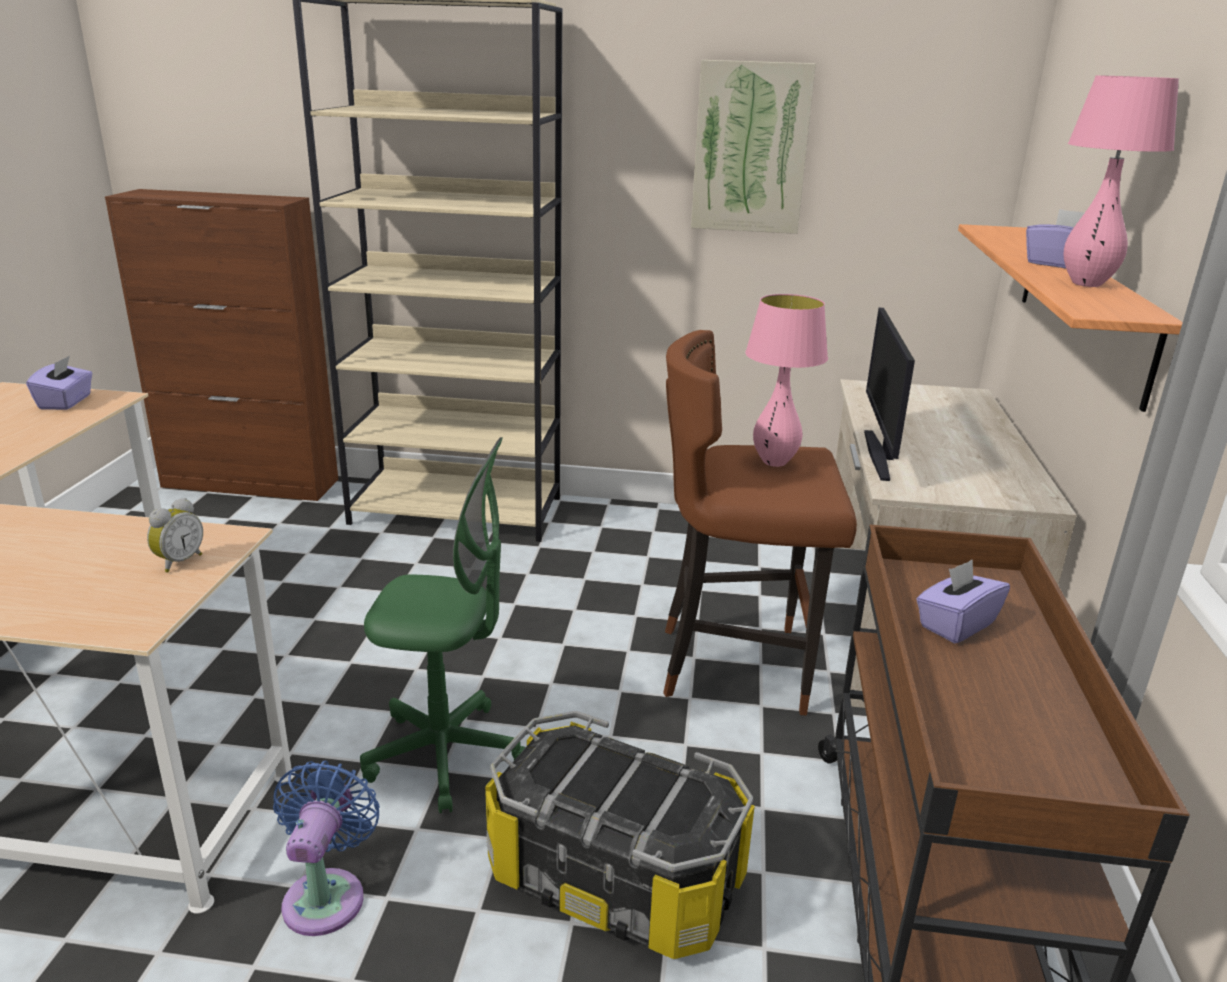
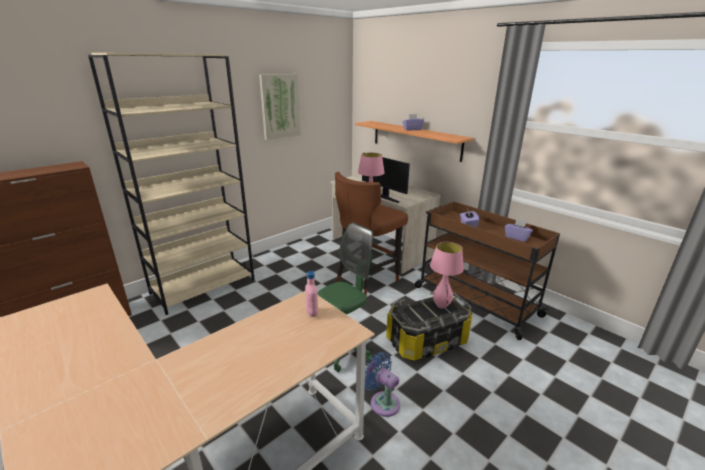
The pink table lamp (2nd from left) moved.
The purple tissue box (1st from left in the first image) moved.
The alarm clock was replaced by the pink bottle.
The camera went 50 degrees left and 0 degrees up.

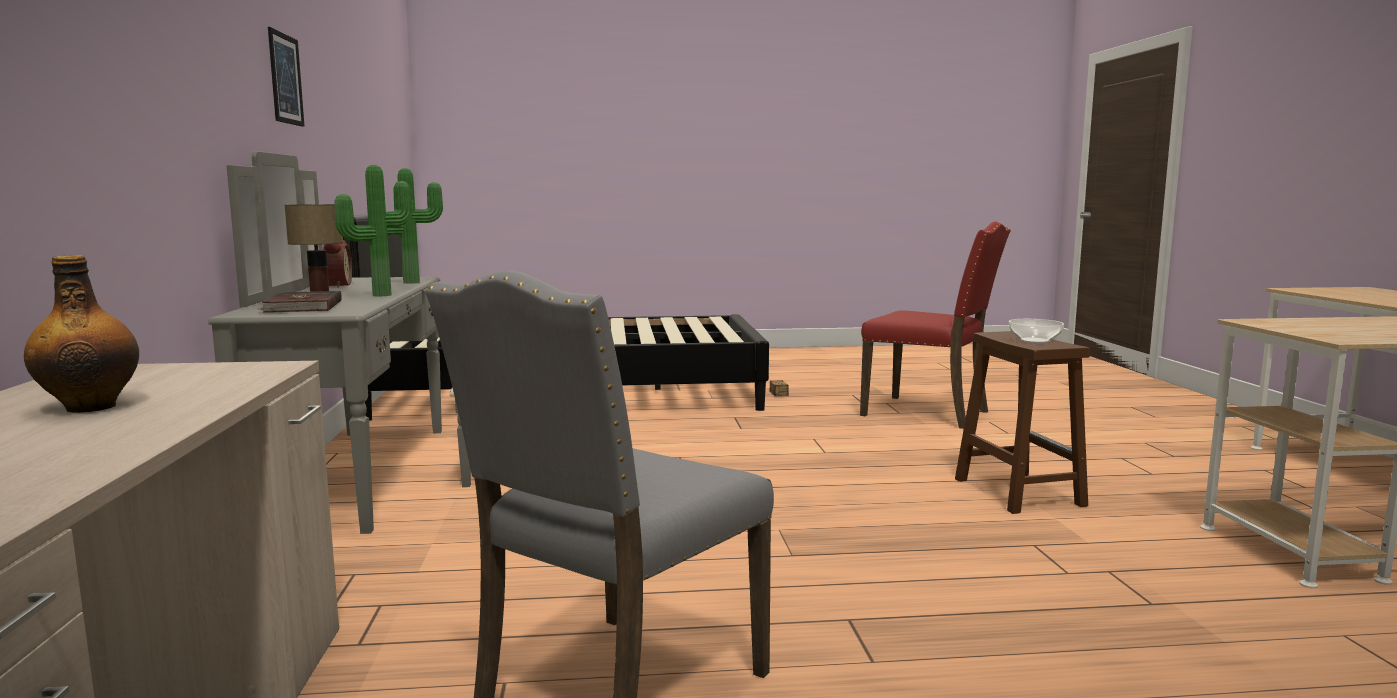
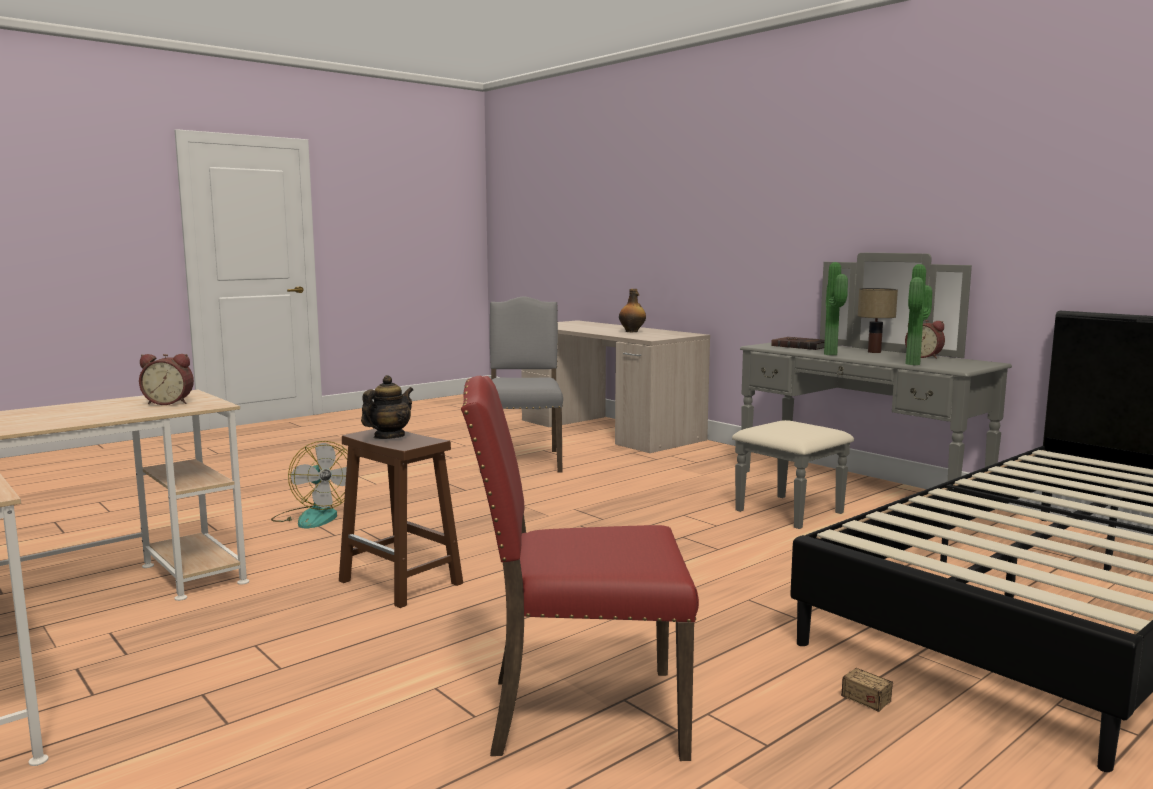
The picture disappeared.
The bowl was replaced by the teapot.
The alarm clock (1st from left) appeared.
The fan appeared.
The camera went 145 degrees right and 0 degrees up.

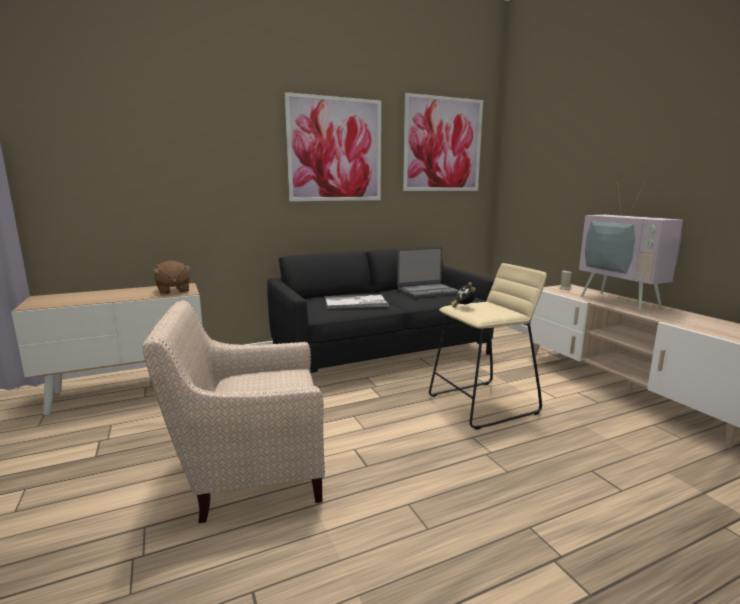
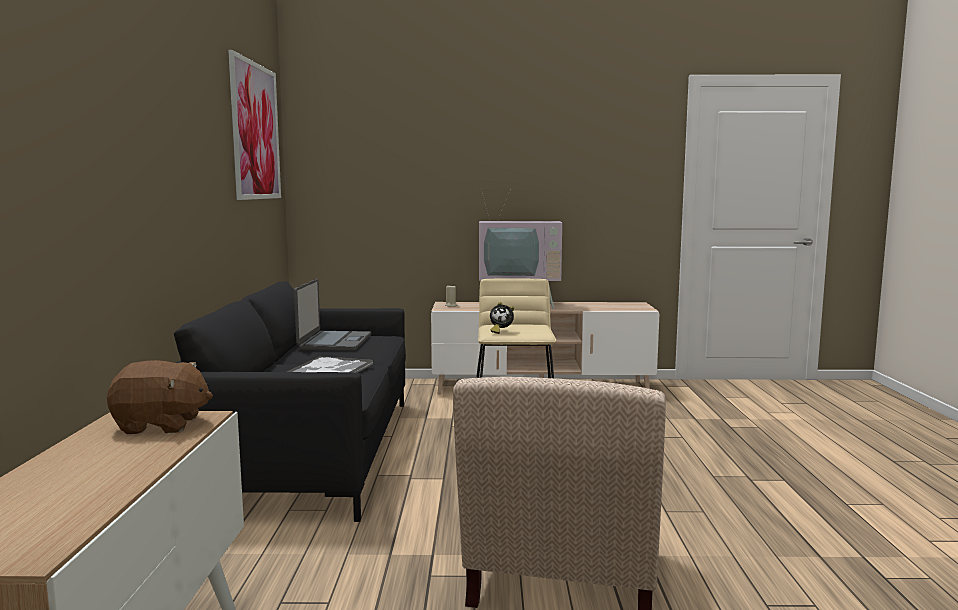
The picture (1st from left) disappeared.
The camera went 65 degrees left and 5 degrees down.

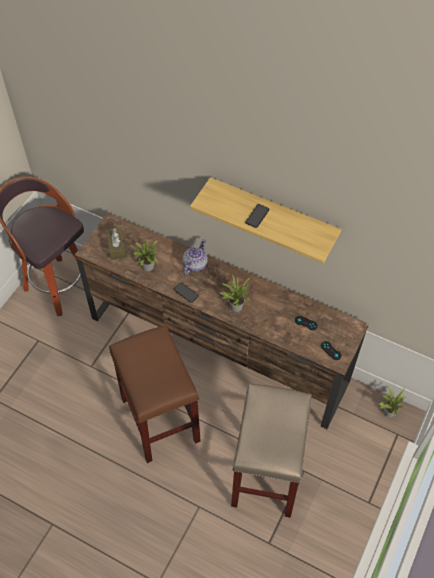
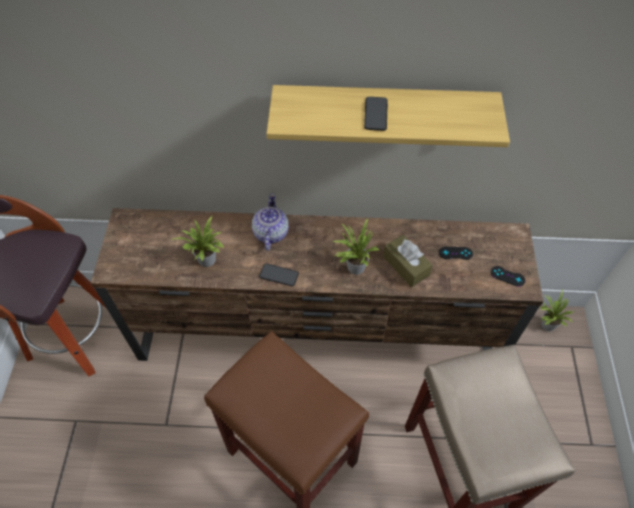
The brown tissue box moved.
The camera went 25 degrees left and 0 degrees up.

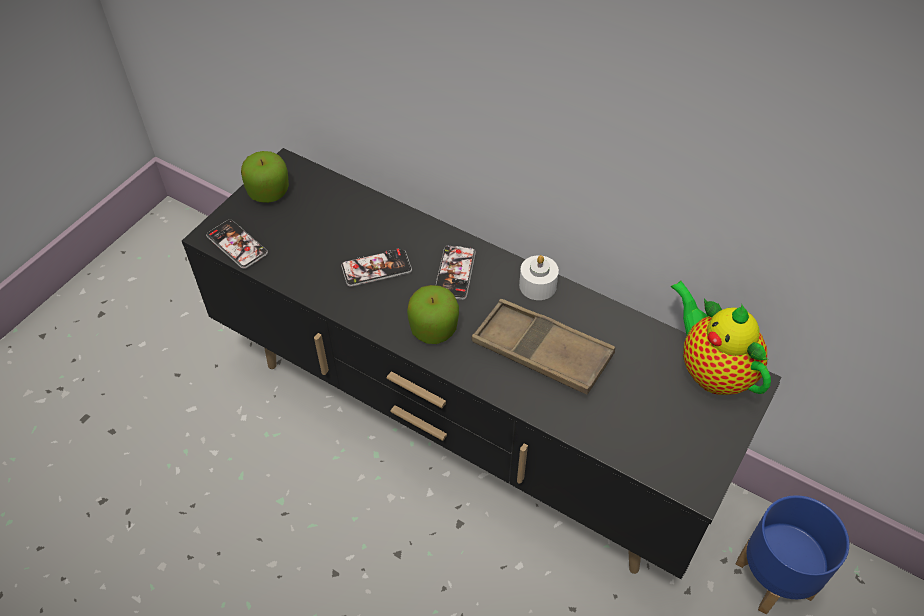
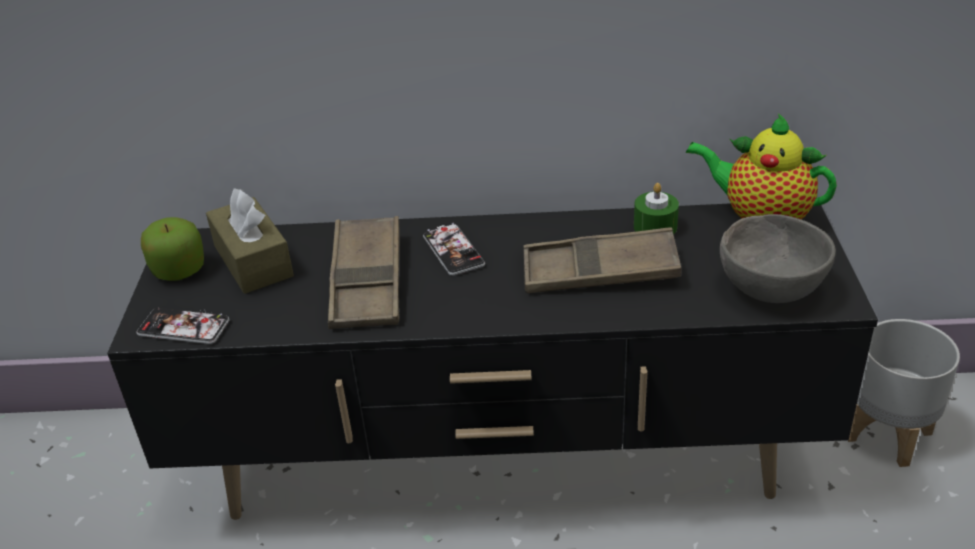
The phone (2nd from left) was replaced by the brown tray (1st from left).
The white candle disappeared.
The apple (2nd from left) disappeared.
The blue planter became the grey planter.
The green candle appeared.
The brown tissue box appeared.
The grey bowl appeared.
The camera went 30 degrees left and 15 degrees down.

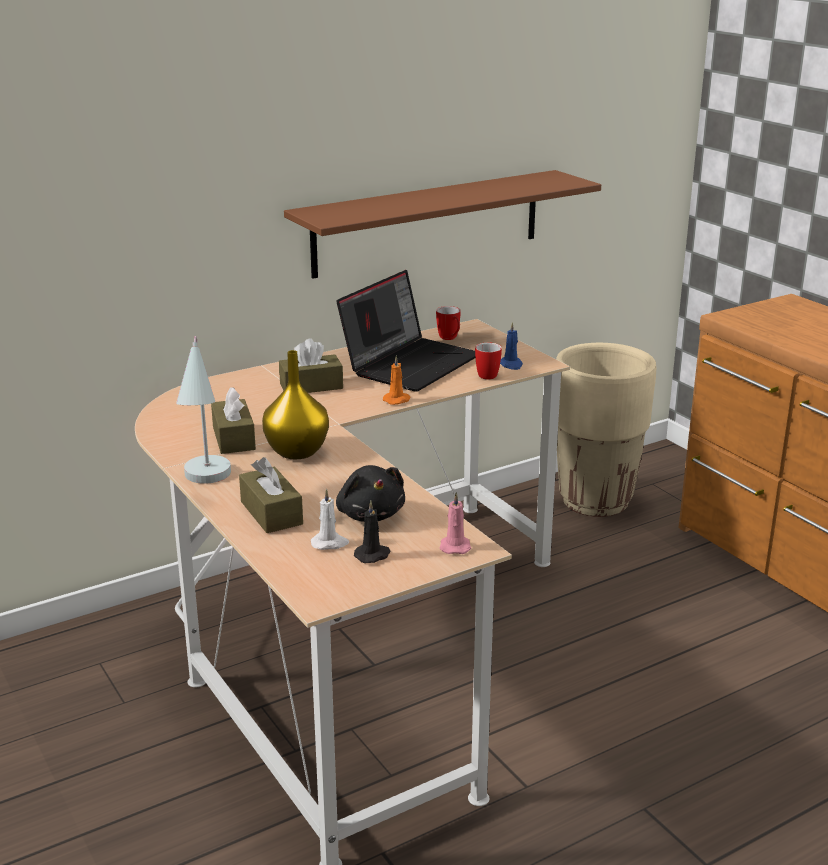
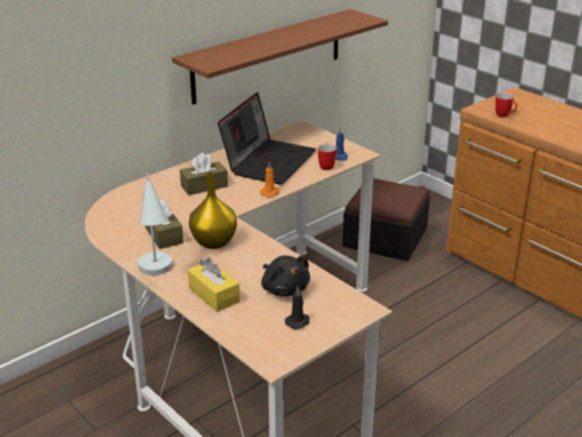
The mug (1st from left in the first image) moved.
The beige planter was replaced by the ottoman.
The brown tissue box (2nd from left) became the yellow tissue box.
The white candle disappeared.
The pink candle disappeared.
The camera went 10 degrees left and 5 degrees up.

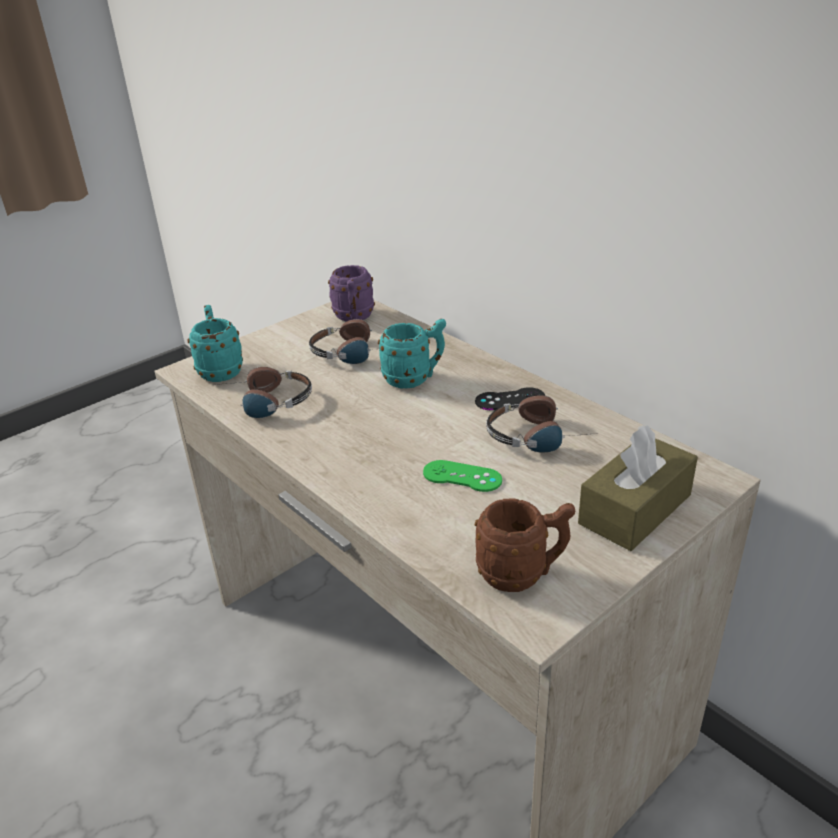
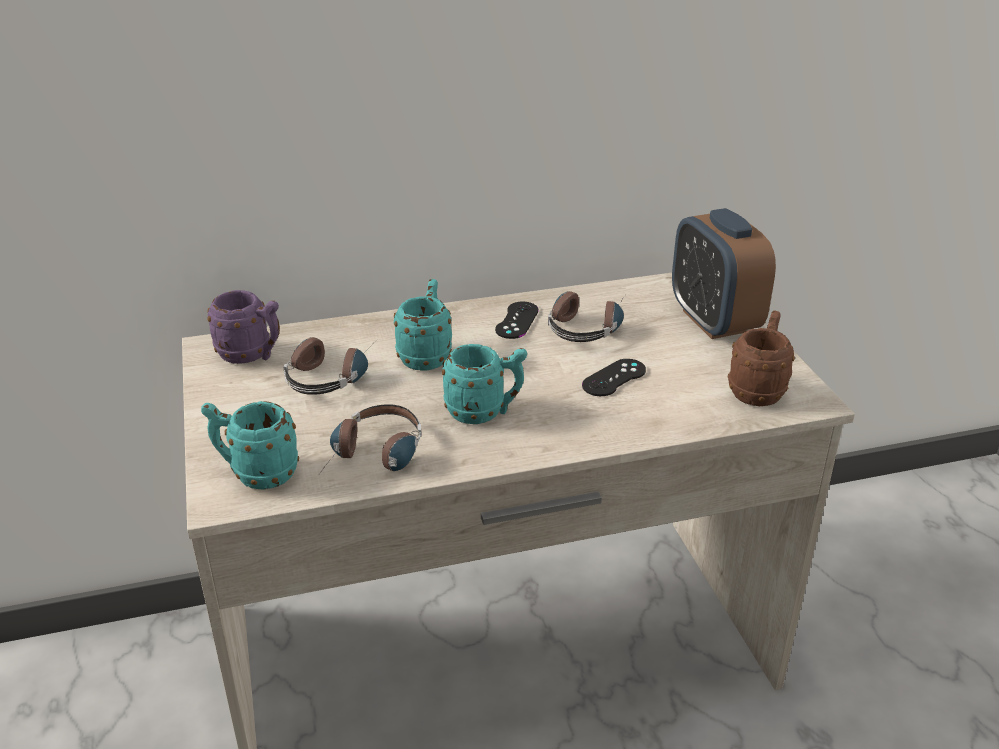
The brown tissue box was replaced by the alarm clock.
The green game controller became the black game controller (2nd from left).
The turquoise mug (3rd from left) appeared.
The camera went 65 degrees left and 0 degrees up.

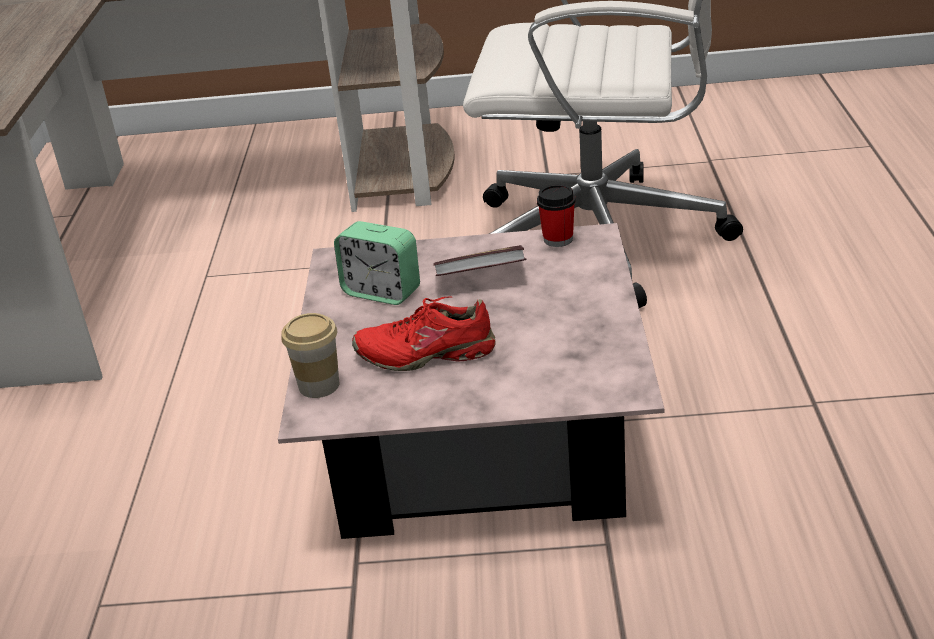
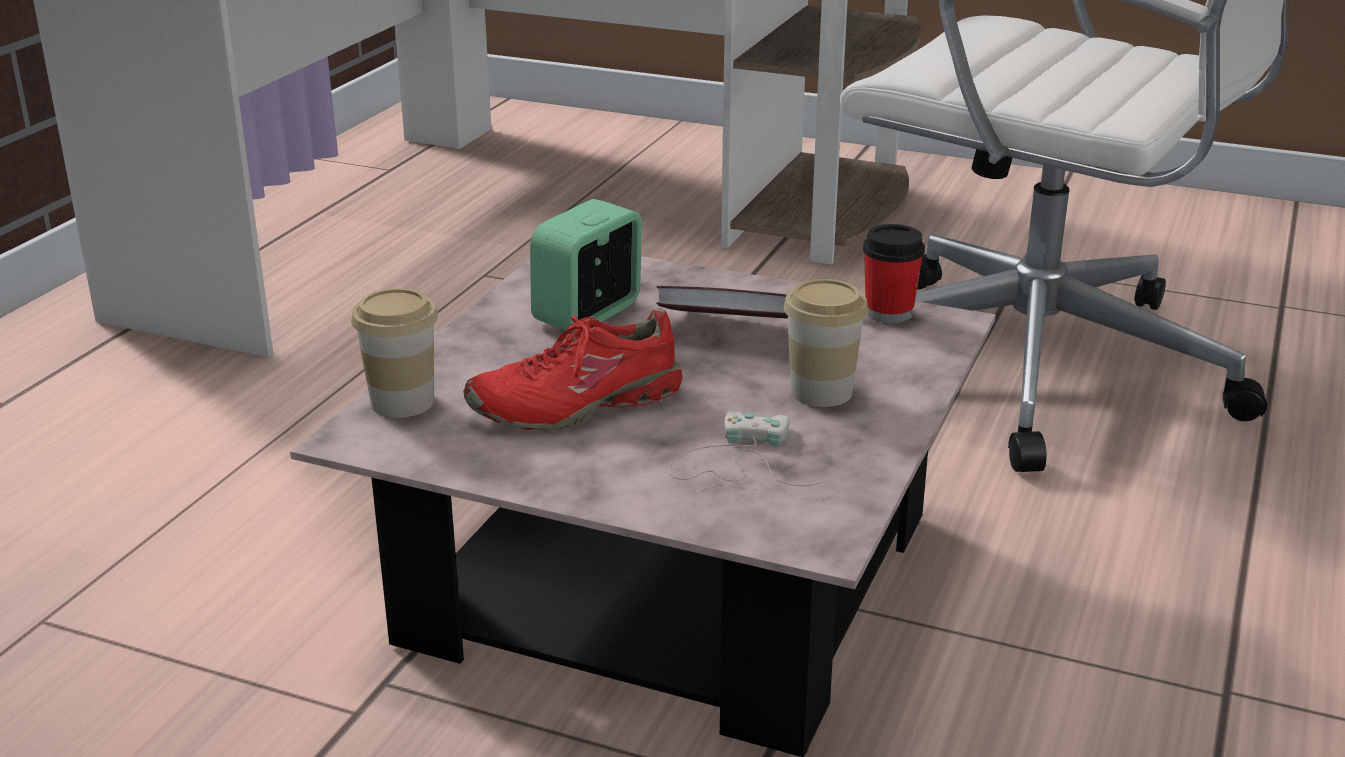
The alarm clock turned 75 degrees clockwise.
The red shoe turned 45 degrees counterclockwise.
The cup (2nd from left) appeared.
The white game controller appeared.
The camera went 20 degrees right and 5 degrees down.

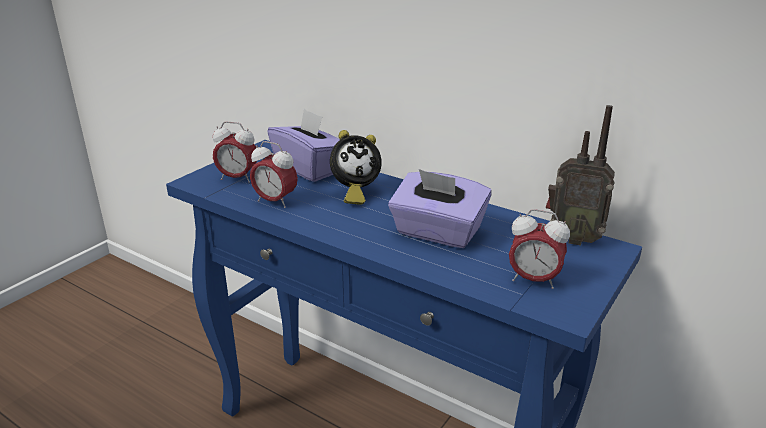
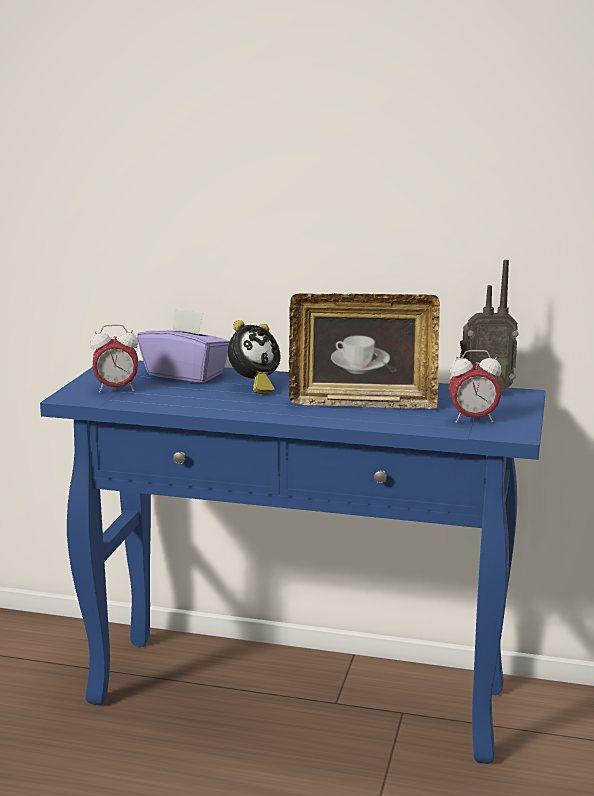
The alarm clock (2nd from left) disappeared.
The purple tissue box (2nd from left) was replaced by the picture frame.
The camera went 20 degrees left and 10 degrees down.

